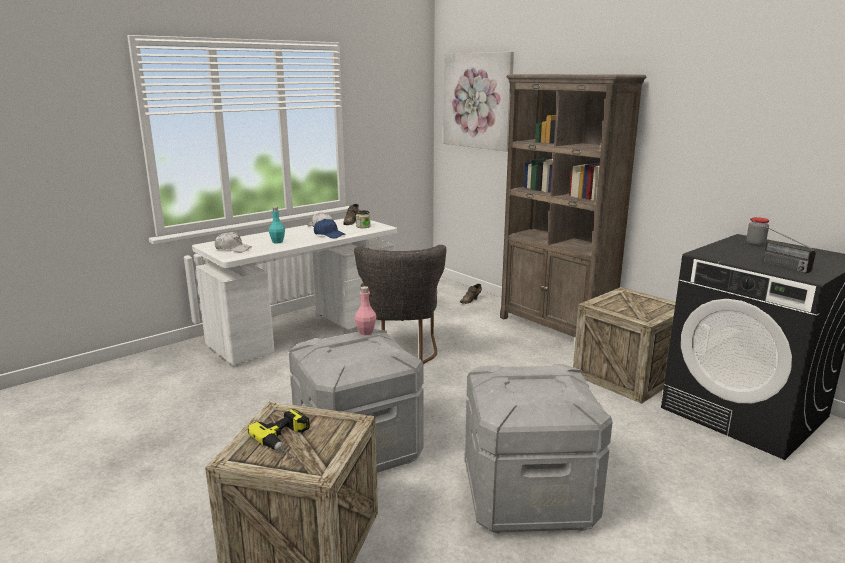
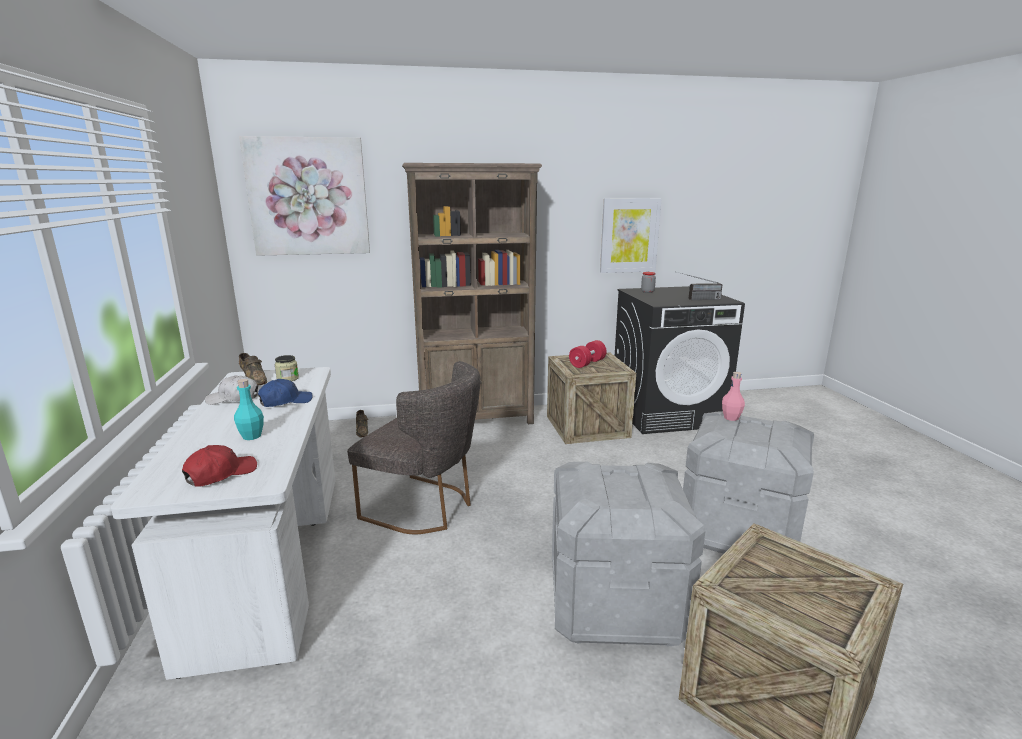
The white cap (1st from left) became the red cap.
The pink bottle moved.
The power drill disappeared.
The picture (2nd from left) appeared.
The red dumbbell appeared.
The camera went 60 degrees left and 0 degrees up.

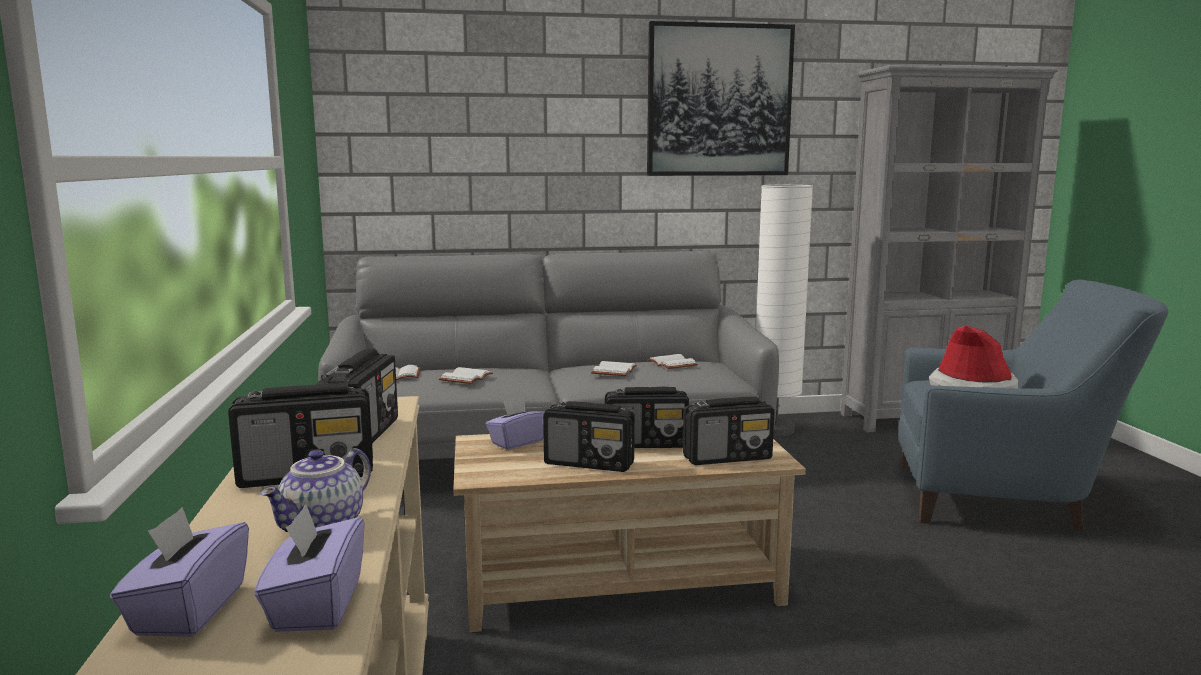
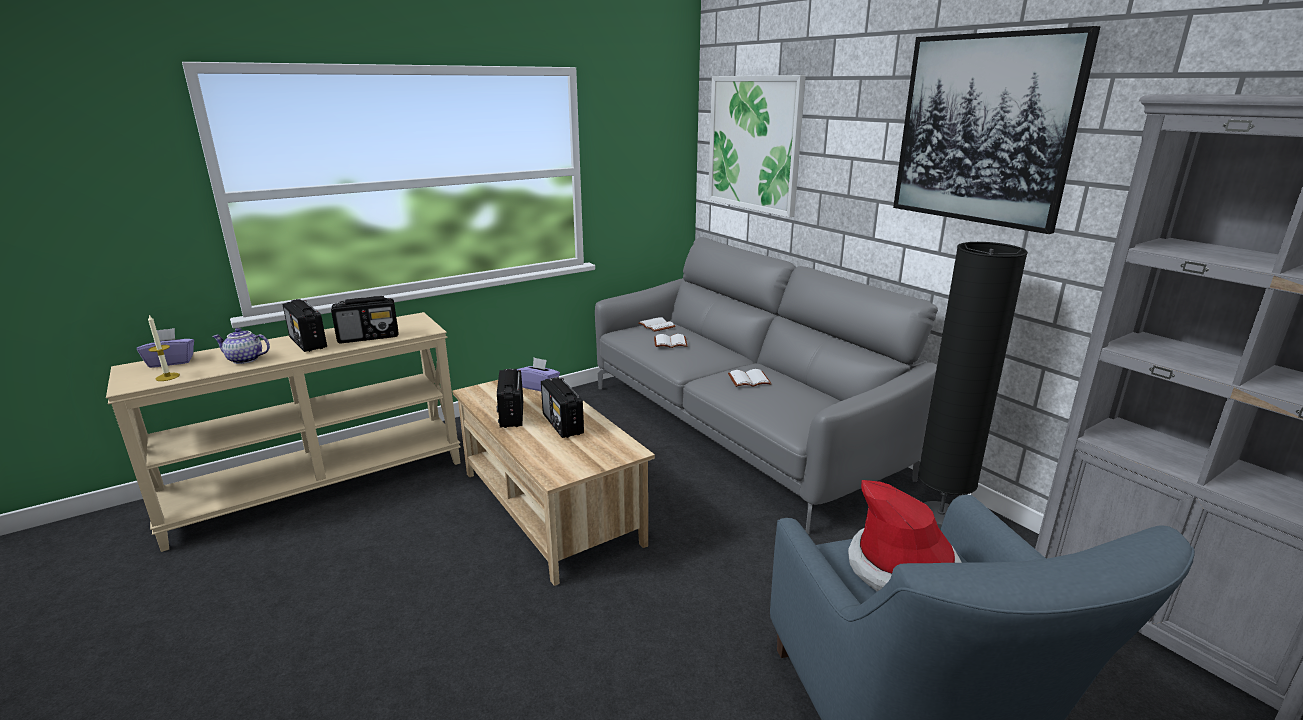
The white floor lamp became the black floor lamp.
The white book (4th from left) disappeared.
The radio (5th from left) disappeared.
The purple tissue box (2nd from left) was replaced by the candle.
The picture (1st from left) appeared.
The camera went 65 degrees right and 10 degrees up.

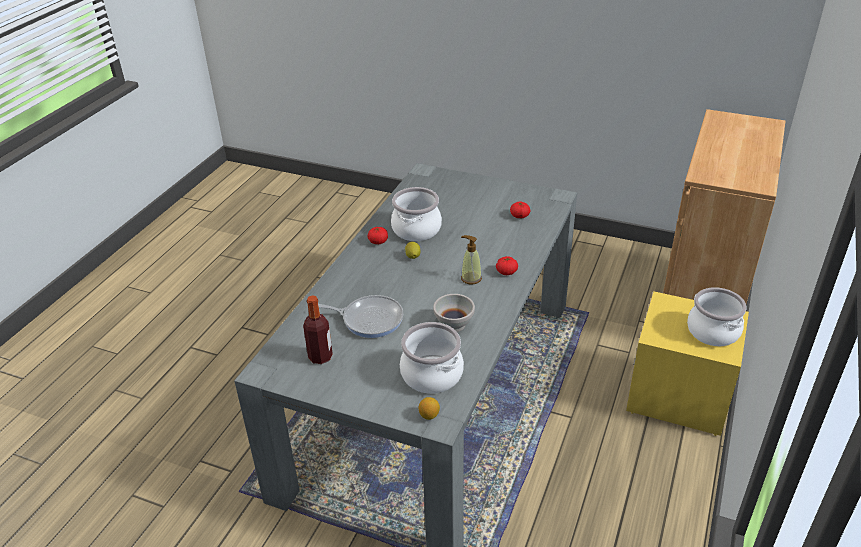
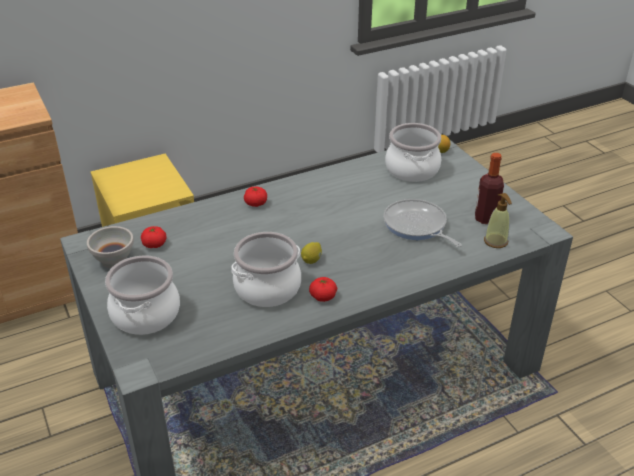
The soap dispenser moved.
The cooking pot (3rd from left in the first image) moved.
The white bowl moved.
The camera went 140 degrees left and 0 degrees up.

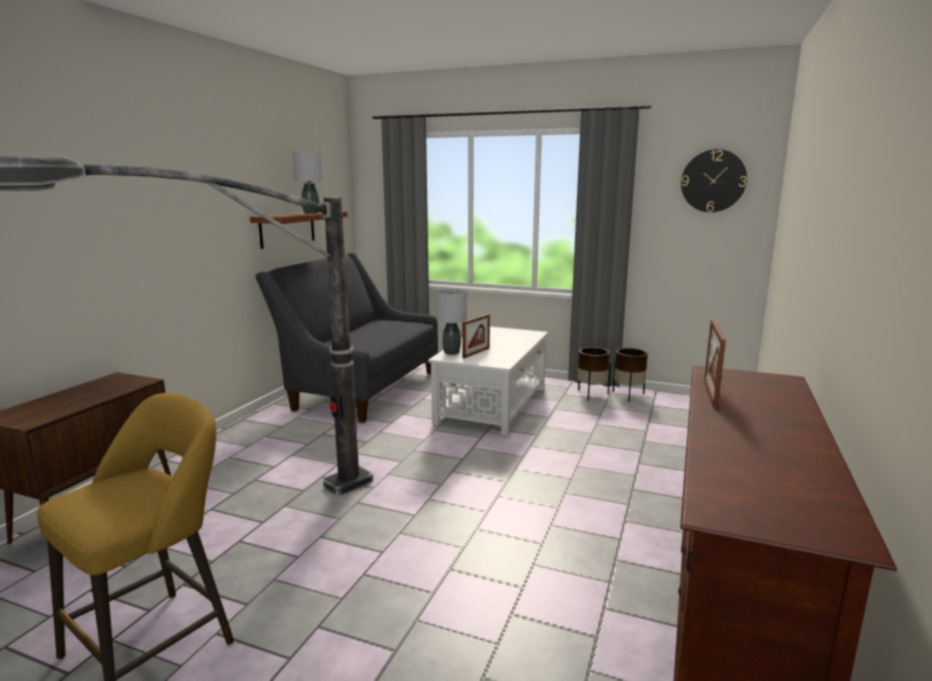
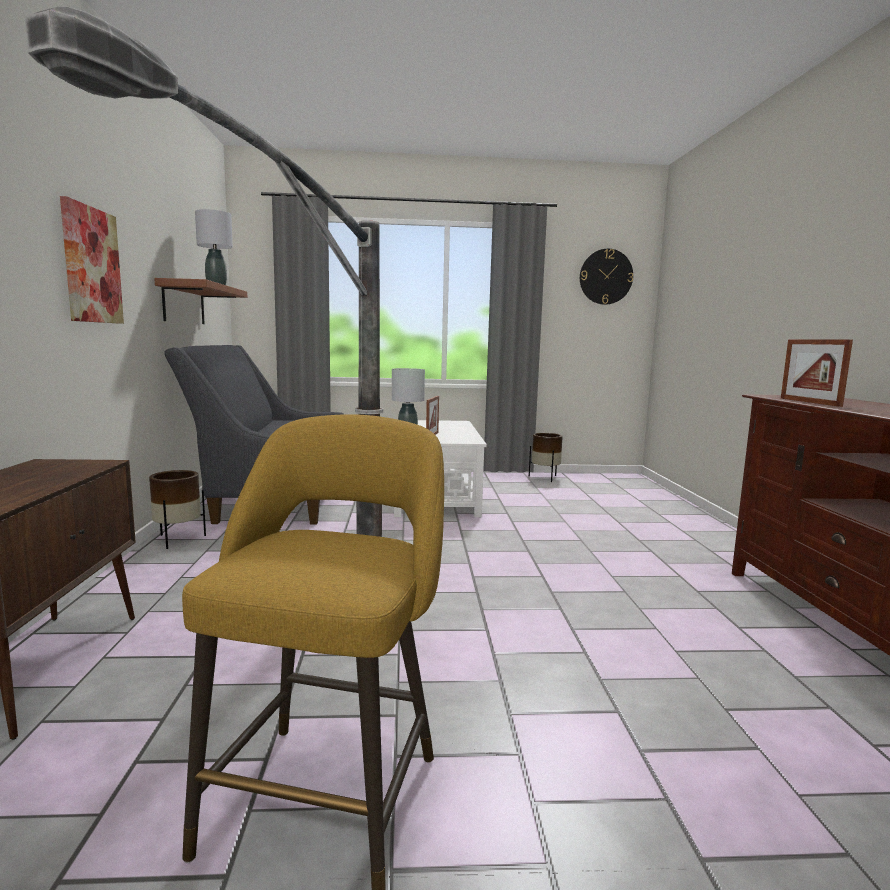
The brown planter (1st from left) moved.
The picture appeared.
The camera went 25 degrees left and 5 degrees down.

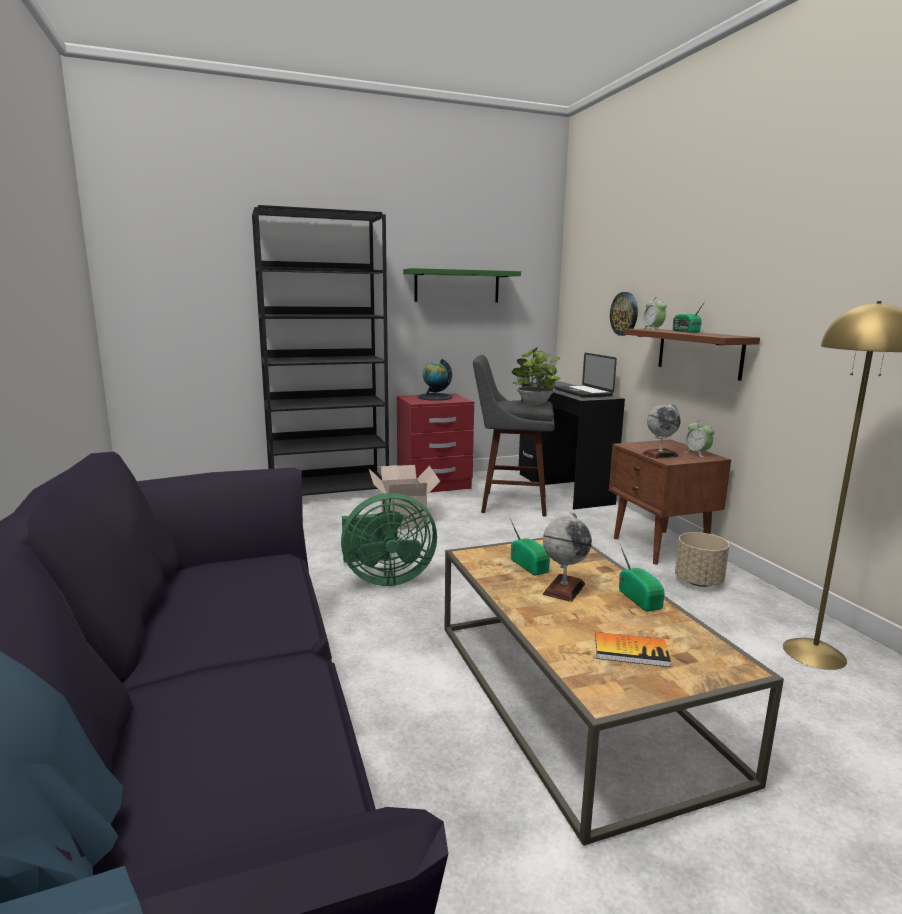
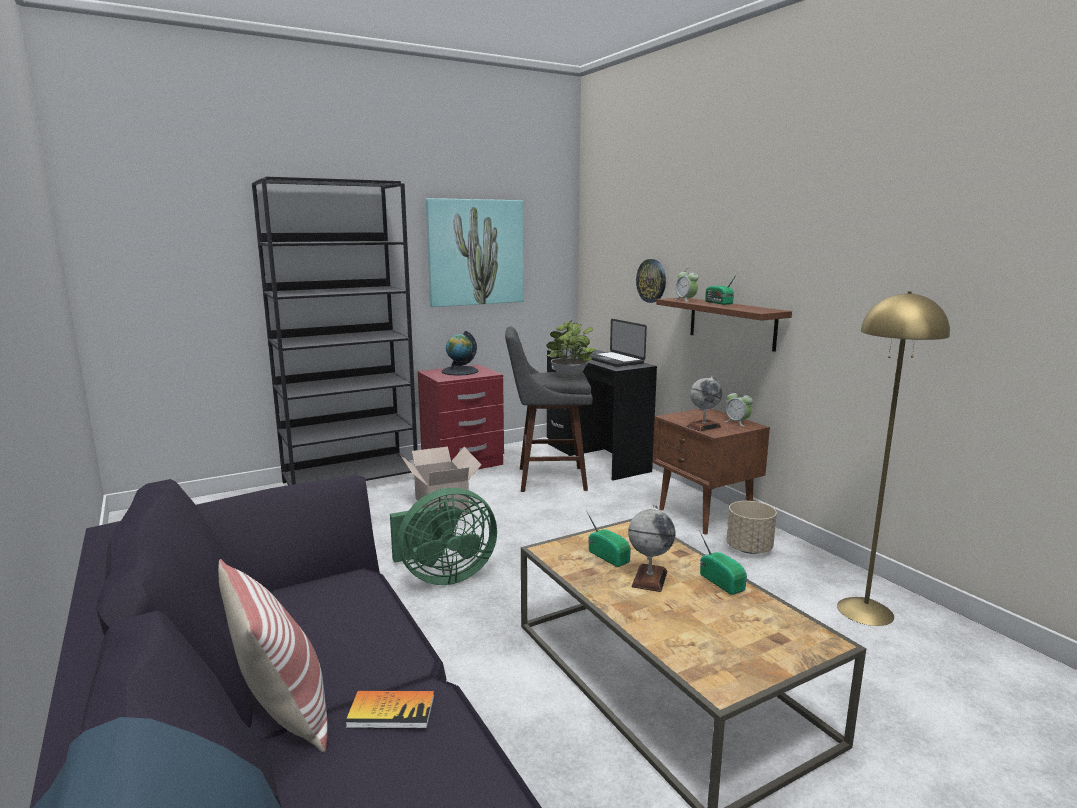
The green shelf was replaced by the picture.
The book moved.
The pillow appeared.
The camera went 10 degrees left and 0 degrees up.

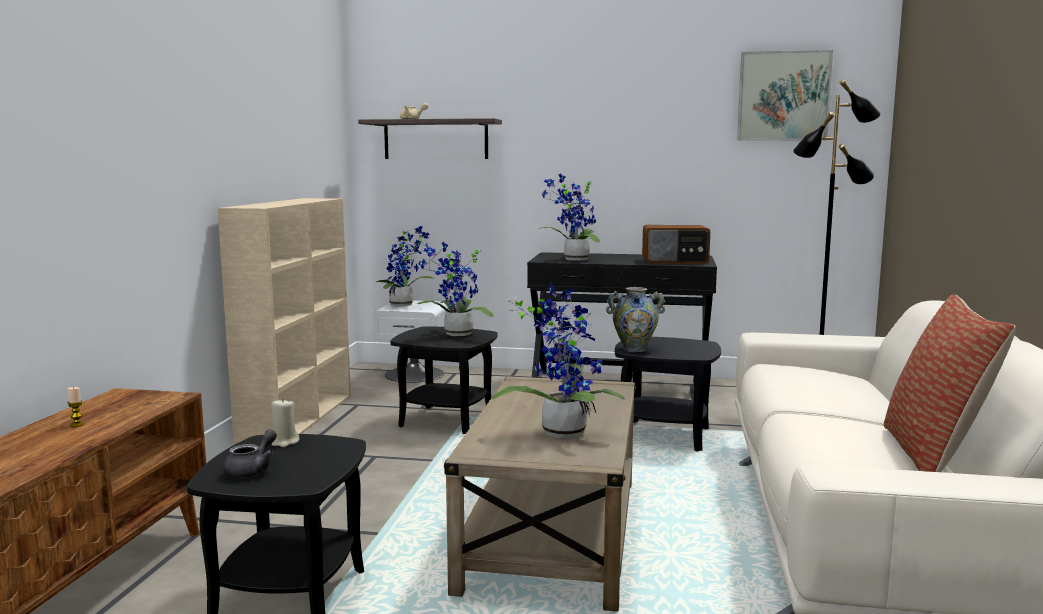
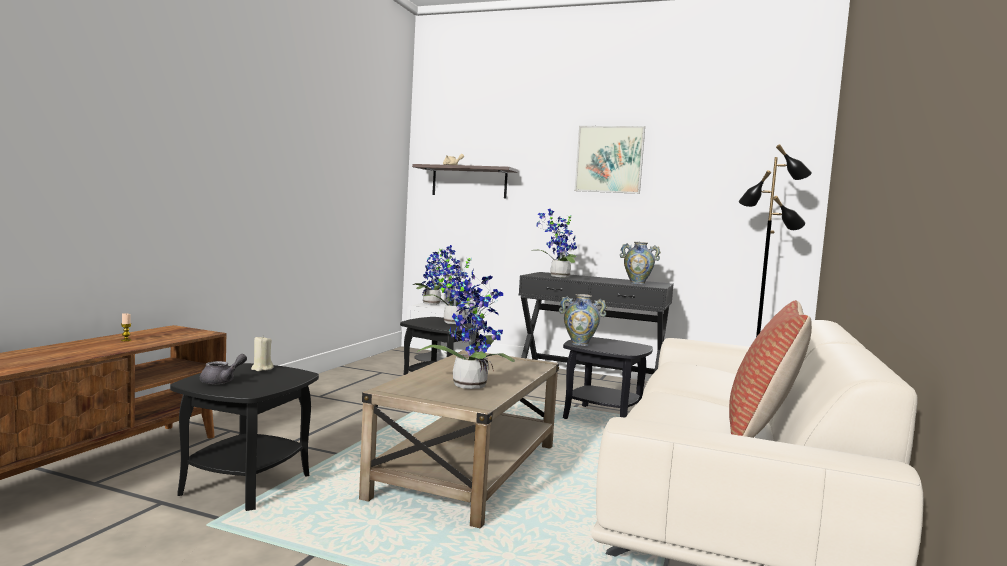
The picture moved.
The beige bookcase disappeared.
The radio was replaced by the vase (2nd from left).
The camera went 10 degrees right and 5 degrees down.

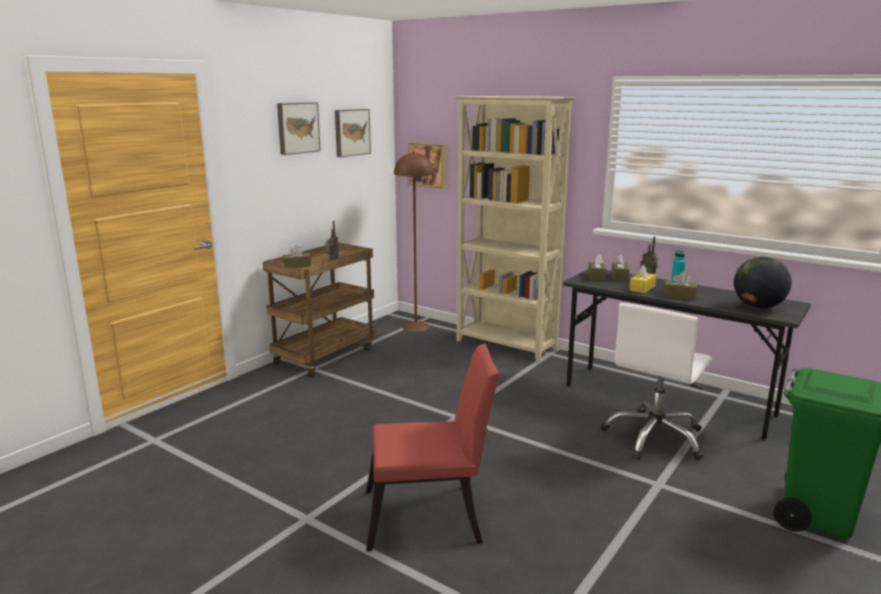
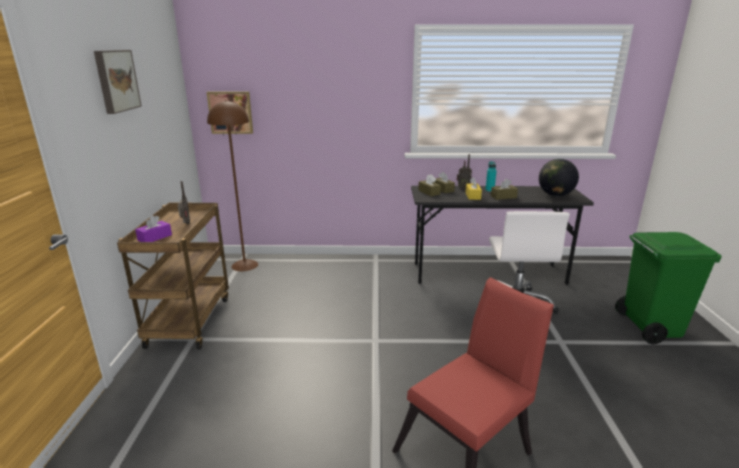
The beige bookcase disappeared.
The picture (2nd from left) disappeared.
The brown tissue box (1st from left) became the purple tissue box.
The camera went 35 degrees left and 5 degrees up.

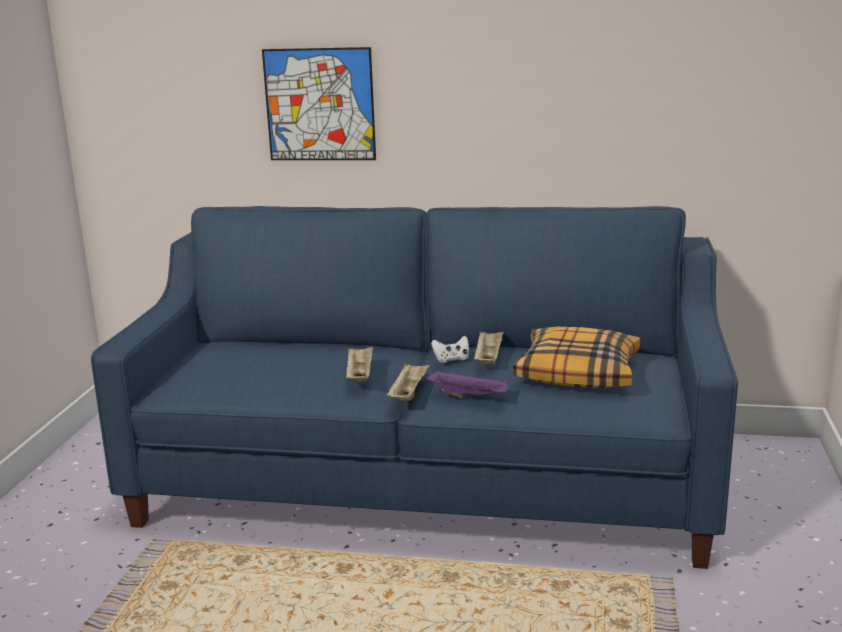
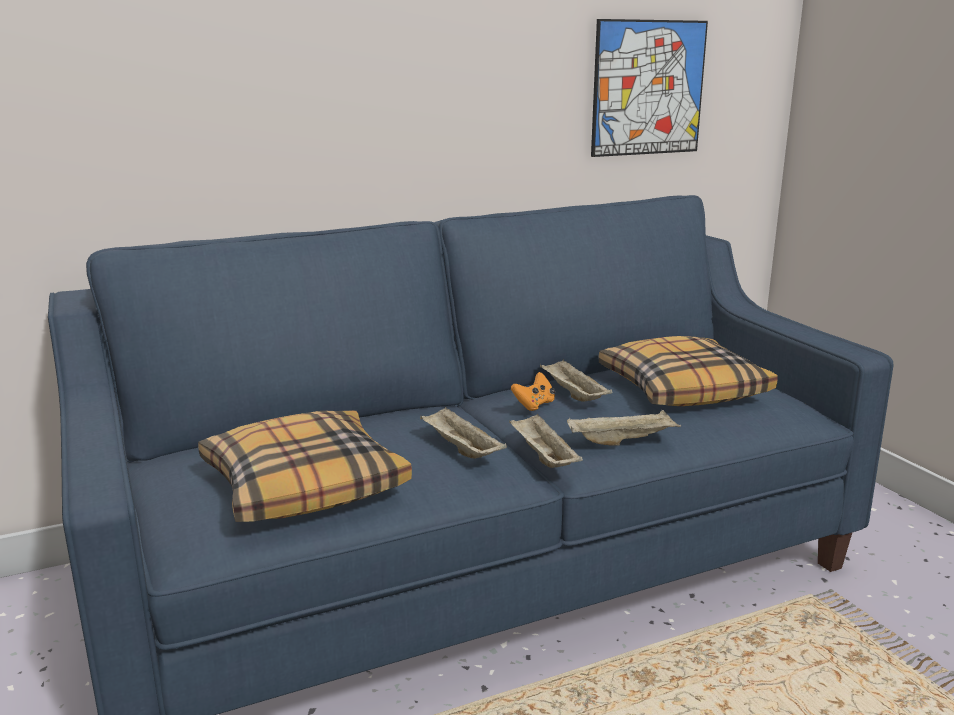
The picture moved.
The white game controller became the orange game controller.
The purple tray became the beige tray (4th from left).
The pillow (1st from left) appeared.
The camera went 35 degrees left and 0 degrees up.

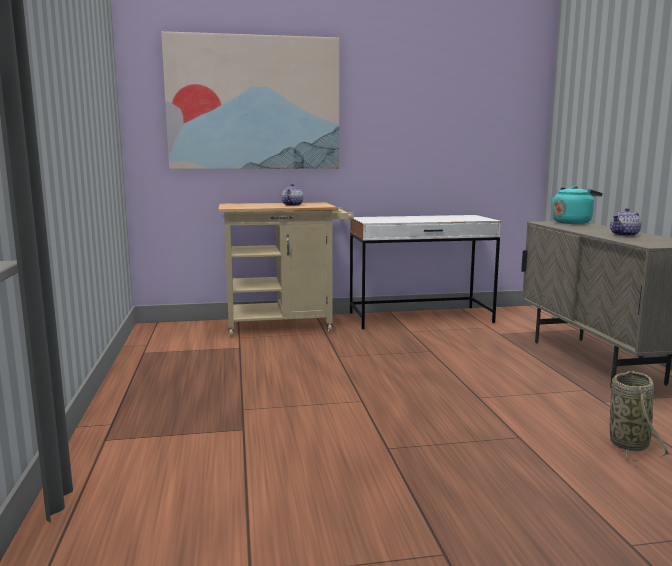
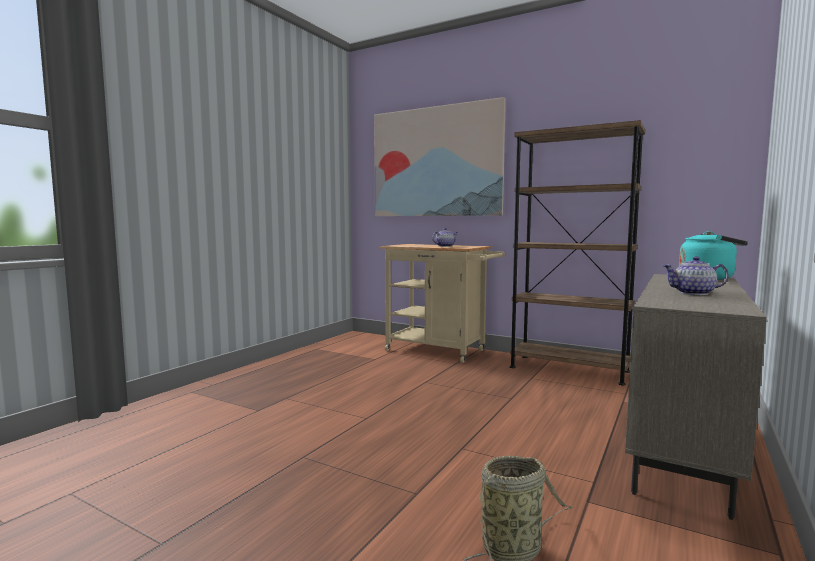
The white desk was replaced by the brown bookcase.
The camera went 40 degrees right and 5 degrees down.

